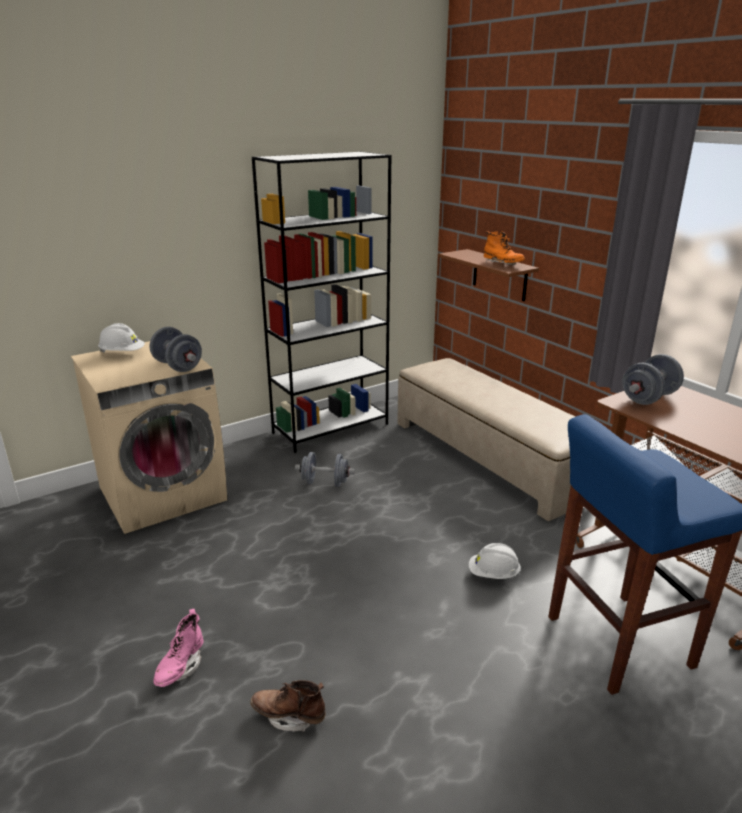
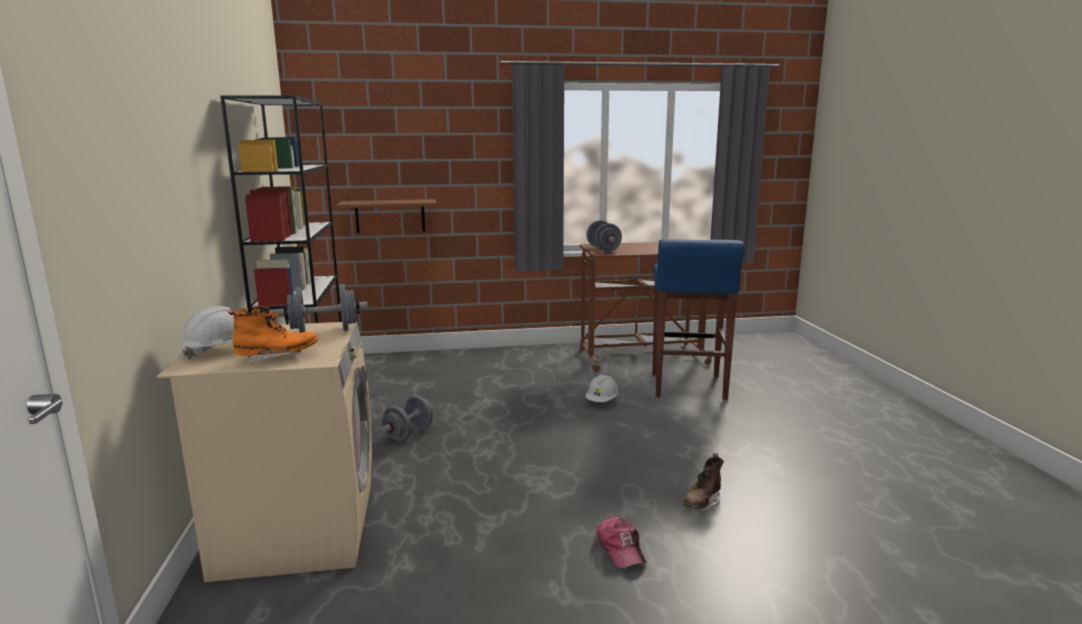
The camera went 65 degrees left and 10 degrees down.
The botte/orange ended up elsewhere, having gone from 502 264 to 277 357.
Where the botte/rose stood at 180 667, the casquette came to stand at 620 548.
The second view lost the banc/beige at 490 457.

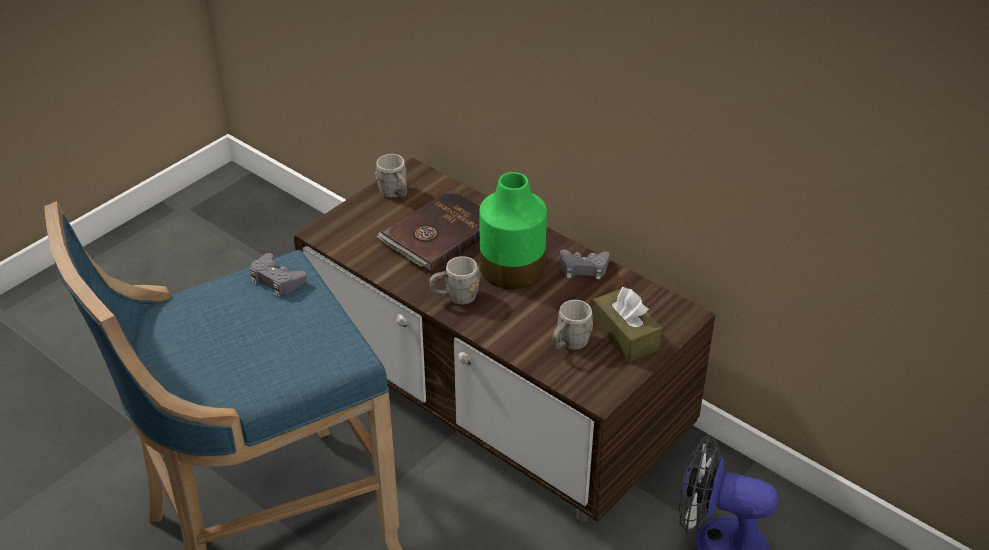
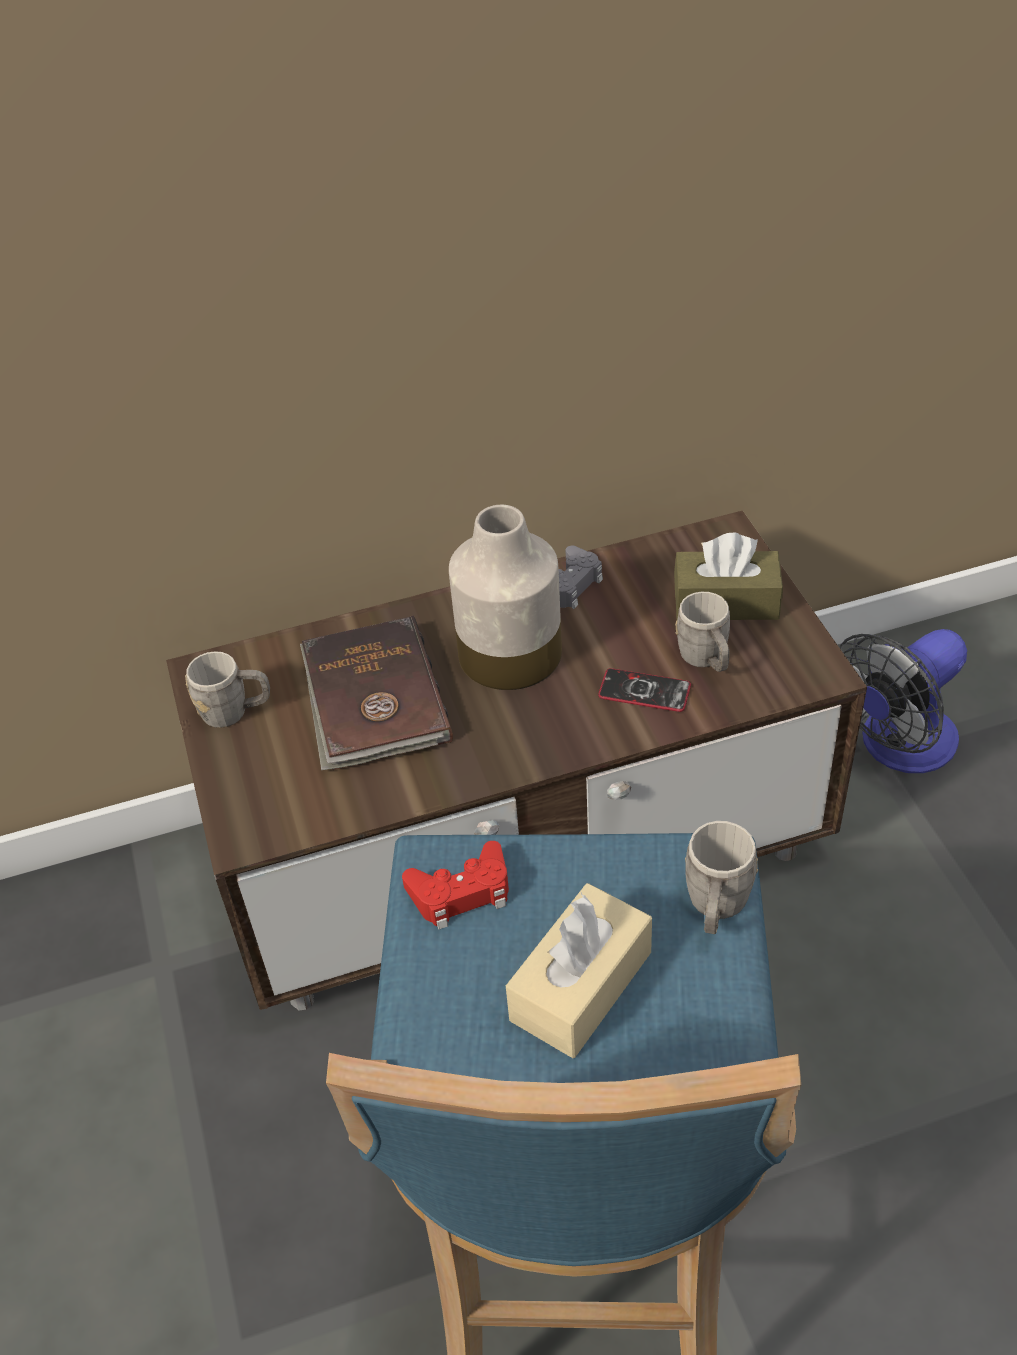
The camera went 55 degrees left and 5 degrees up.
What was the manette/gris at 276 280 turned into the manette/rouge at 461 892.
What was the vase/vert at 512 268 turned into the vase/beige at 511 652.
The second view gained the boîte à mouchoirs/beige at 581 986.
The second view gained the téléphone at 644 691.
The mug/gris ended up elsewhere, having gone from 455 297 to 716 908.

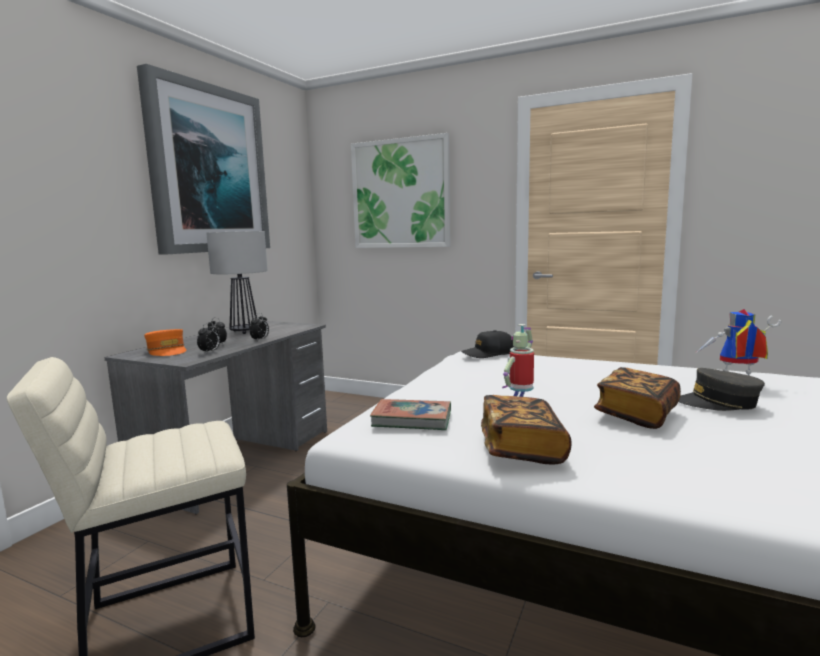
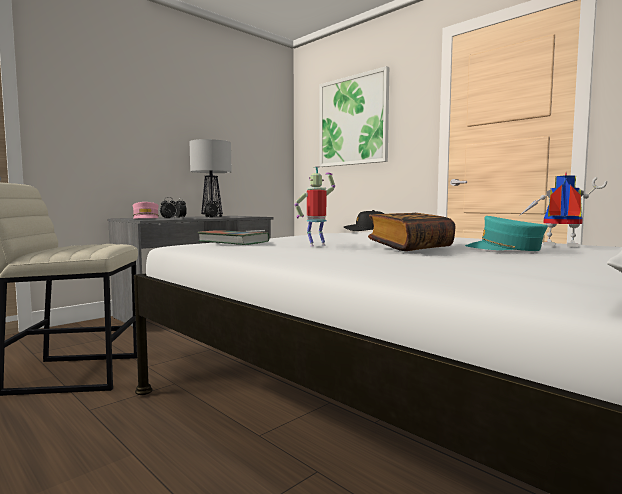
The camera went 20 degrees right and 5 degrees down.
What was the casquette/orange at 167 351 turned into the casquette/rose at 146 218.
What was the casquette/gris at 718 403 turned into the casquette/turquoise at 505 248.
The second view lost the tableau at 208 170.
The second view lost the livre at 521 448.

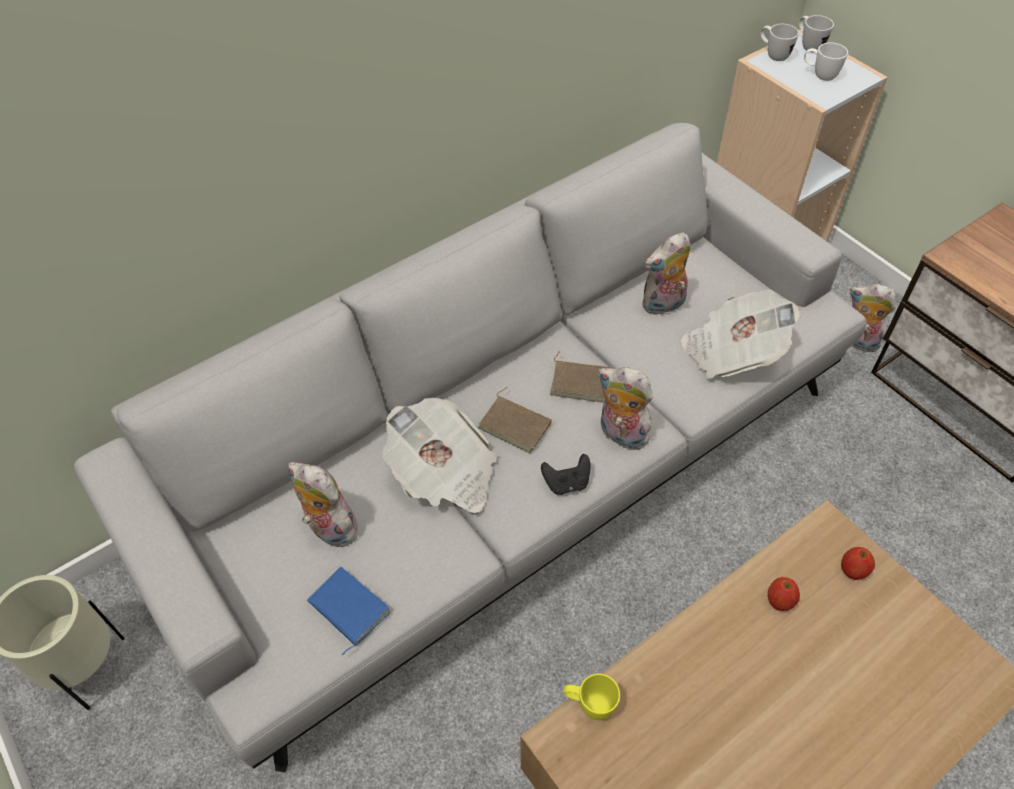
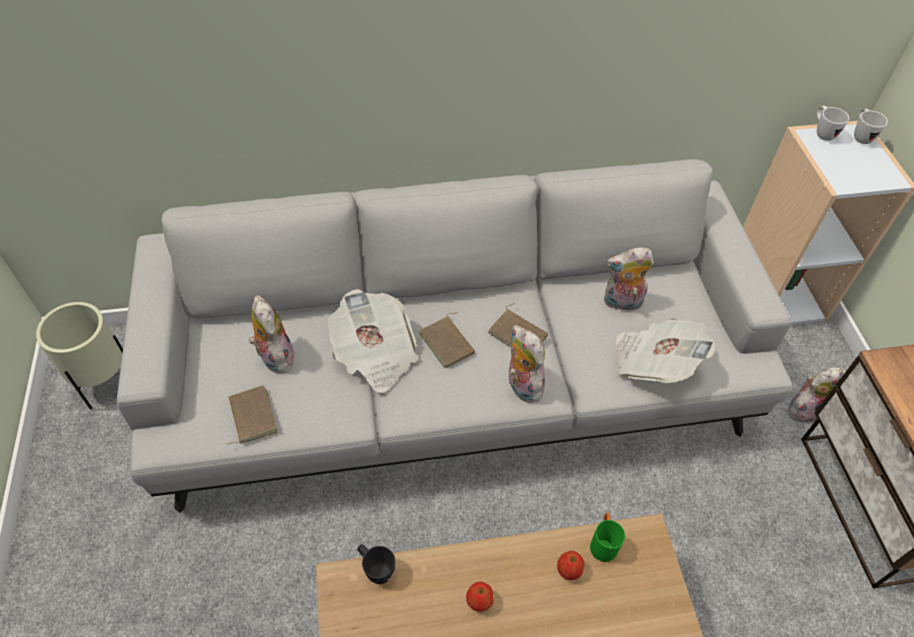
The camera went 25 degrees right and 0 degrees up.
What was the livre/bleu at 347 609 turned into the livre/marron at 251 416.
What was the mug/jaune at 589 705 turned into the mug/noir at 376 569.
The pomme ended up elsewhere, having gone from 852 571 to 479 601.
The second view gained the mug/vert at 603 542.
The peluche at 857 341 ended up facing another way, 105 degrees clockwise from before.
The second view lost the manette/noir at 566 483.
The second view lost the mug/blanc at 819 75.

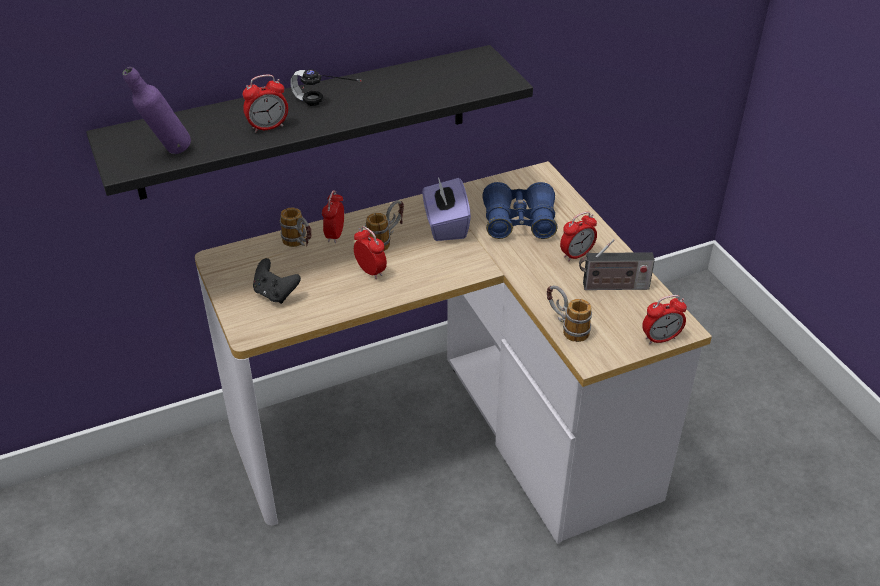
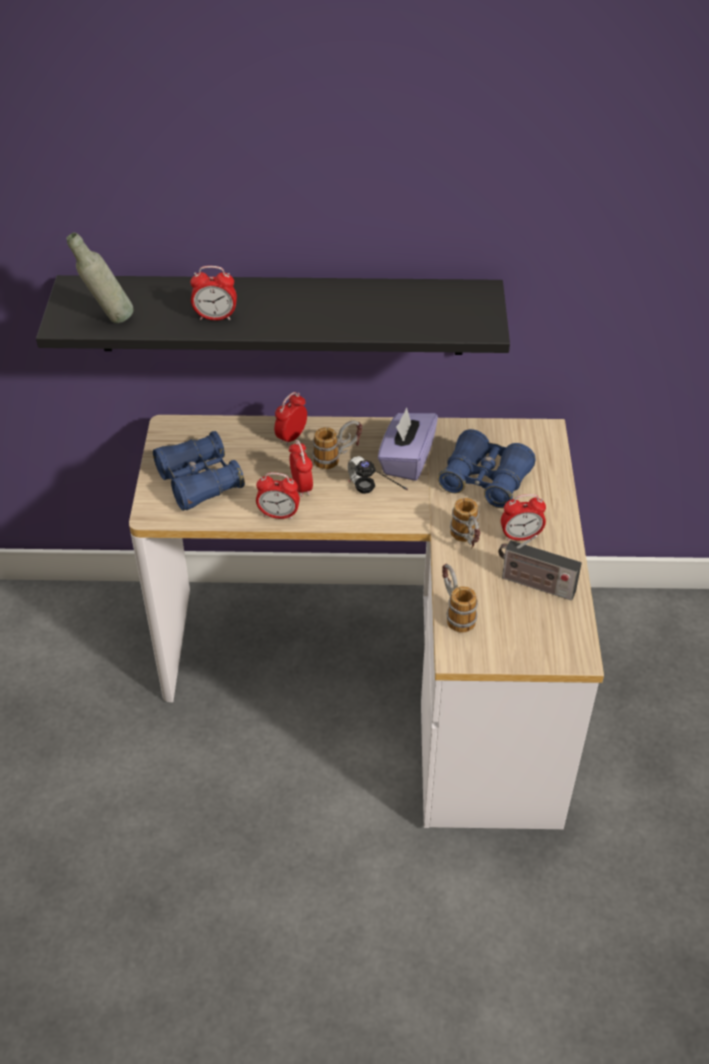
The camera went 25 degrees right and 5 degrees up.
What was the bouteille/violet at 167 153 turned into the bouteille/gris at 109 320.
Where the manette/noir stood at 275 294, the jumelles/bleu came to stand at 199 481.
The réveil ended up elsewhere, having gone from 660 338 to 278 515.
The casque audio ended up elsewhere, having gone from 320 109 to 367 499.
The mug ended up elsewhere, having gone from 300 245 to 467 541.

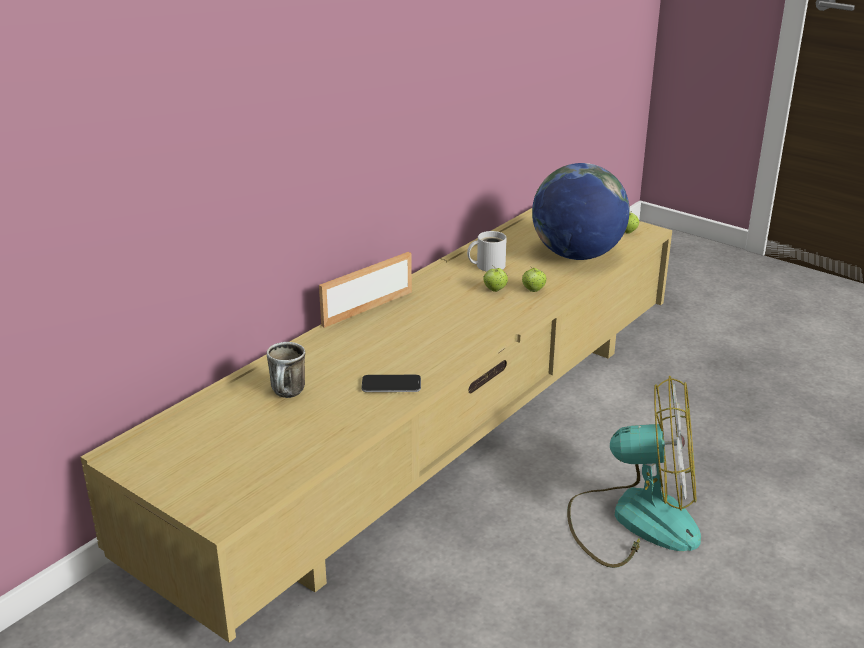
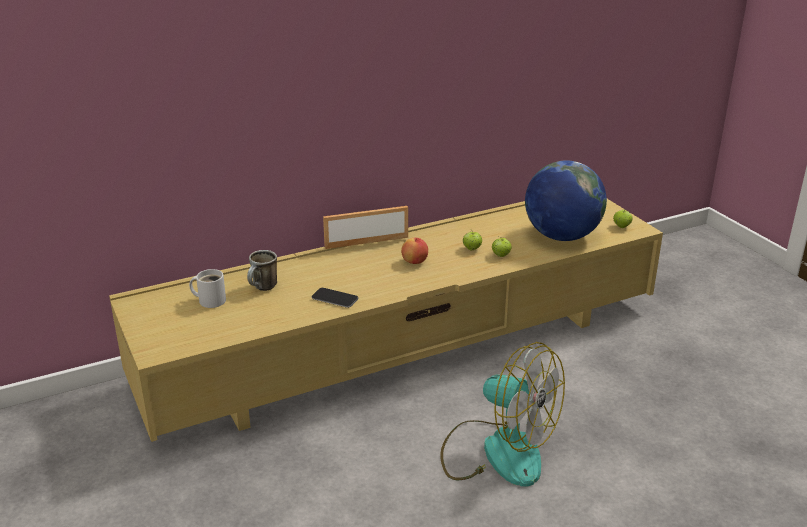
The camera went 25 degrees right and 0 degrees up.
The mug/blanc ended up elsewhere, having gone from 487 265 to 210 300.
The second view gained the pomme at 415 262.

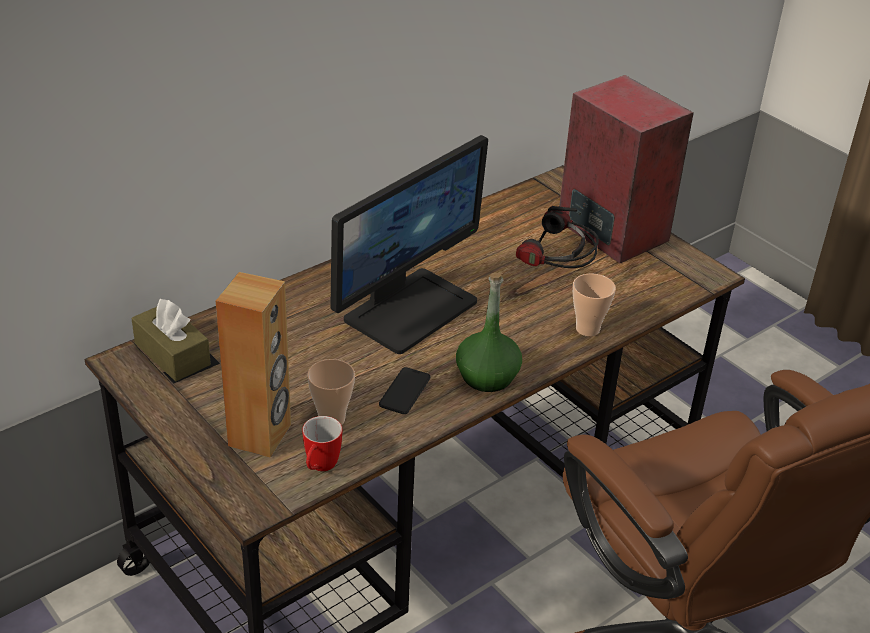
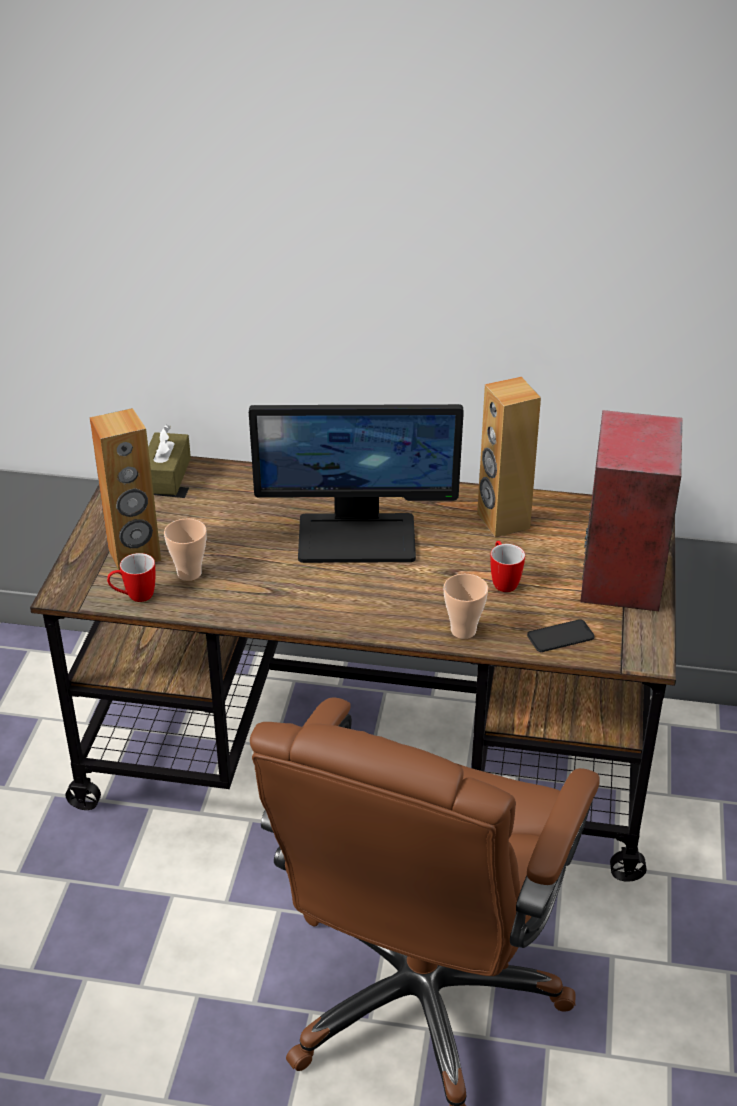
The camera went 50 degrees right and 0 degrees up.
The second view gained the enceinte/marron at 502 521.
Where the casque audio stood at 554 279, the mug came to stand at 503 581.
The téléphone ended up elsewhere, having gone from 404 391 to 560 636.
The second view lost the bouteille/vert at 487 376.

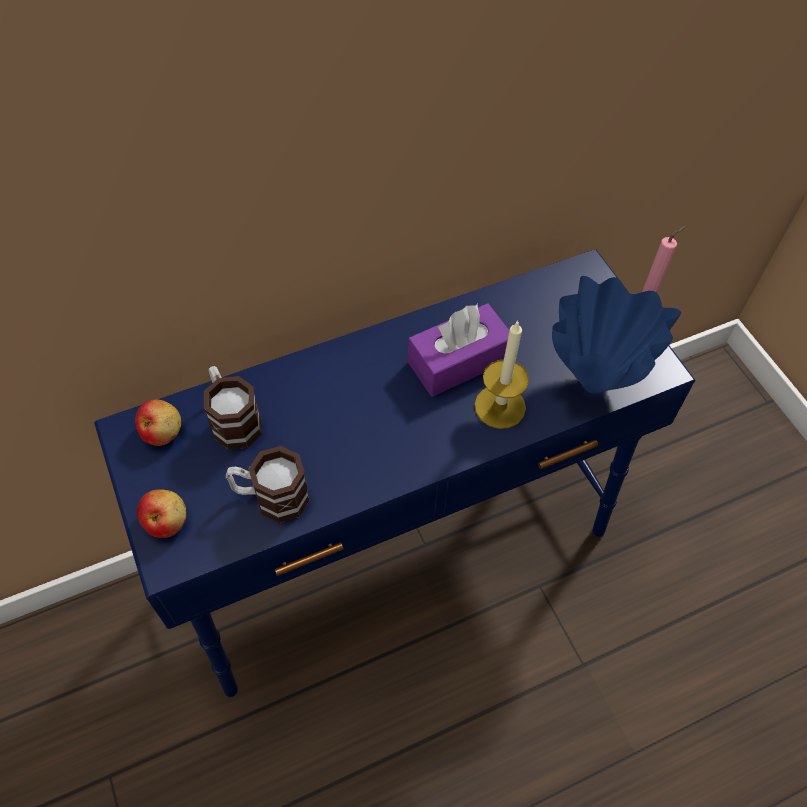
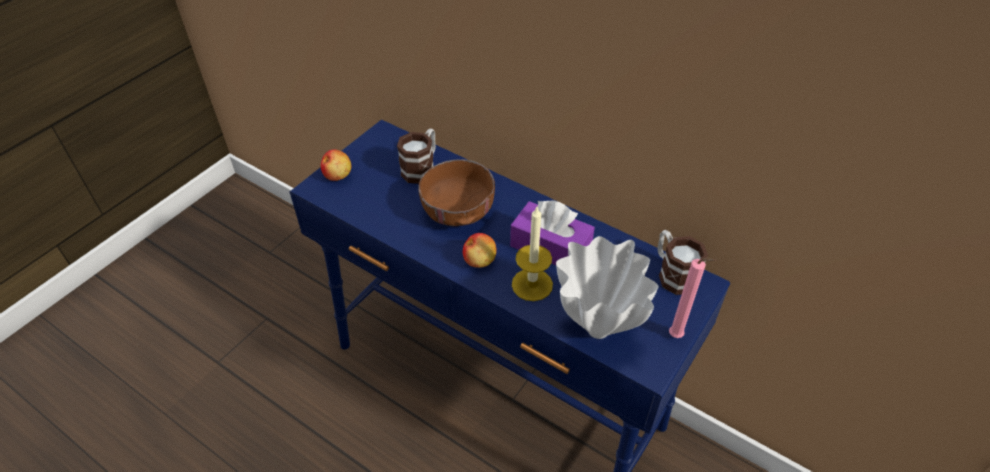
The camera went 60 degrees right and 10 degrees down.
The second view gained the bol/marron at 458 209.
The pomme ended up elsewhere, having gone from 162 431 to 480 260.
What was the vase/bleu at 591 383 turned into the vase/blanc at 596 328.
The mug ended up elsewhere, having gone from 271 497 to 673 273.

